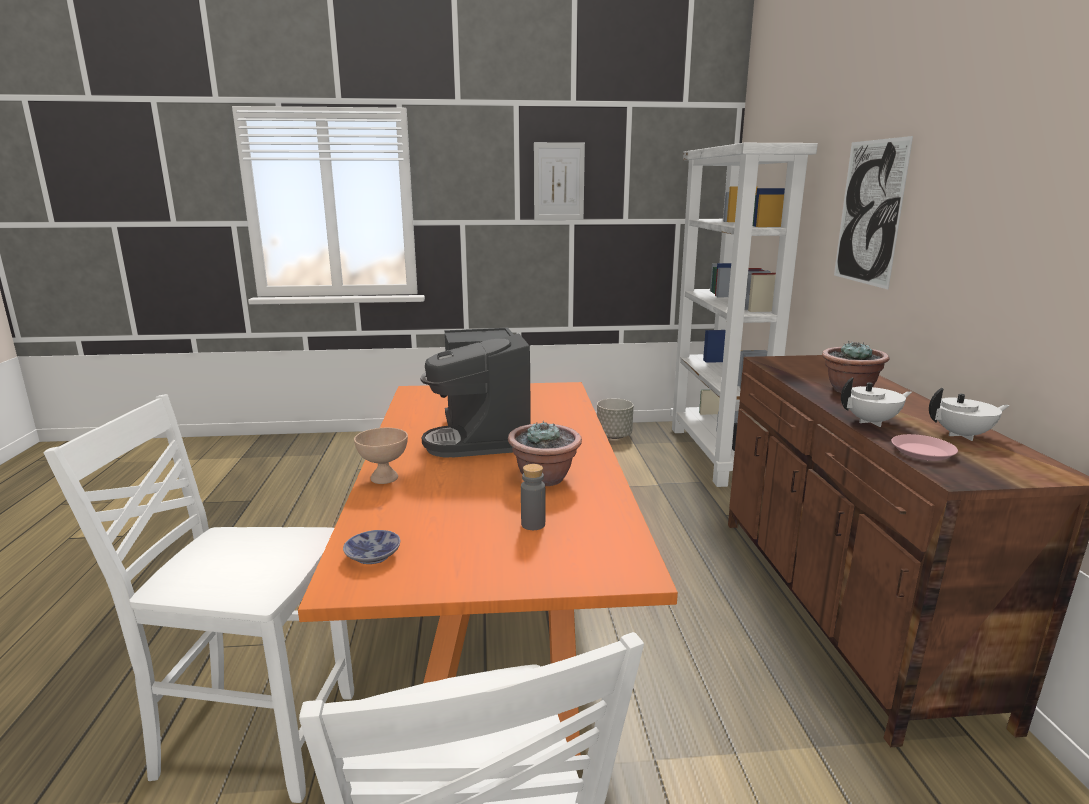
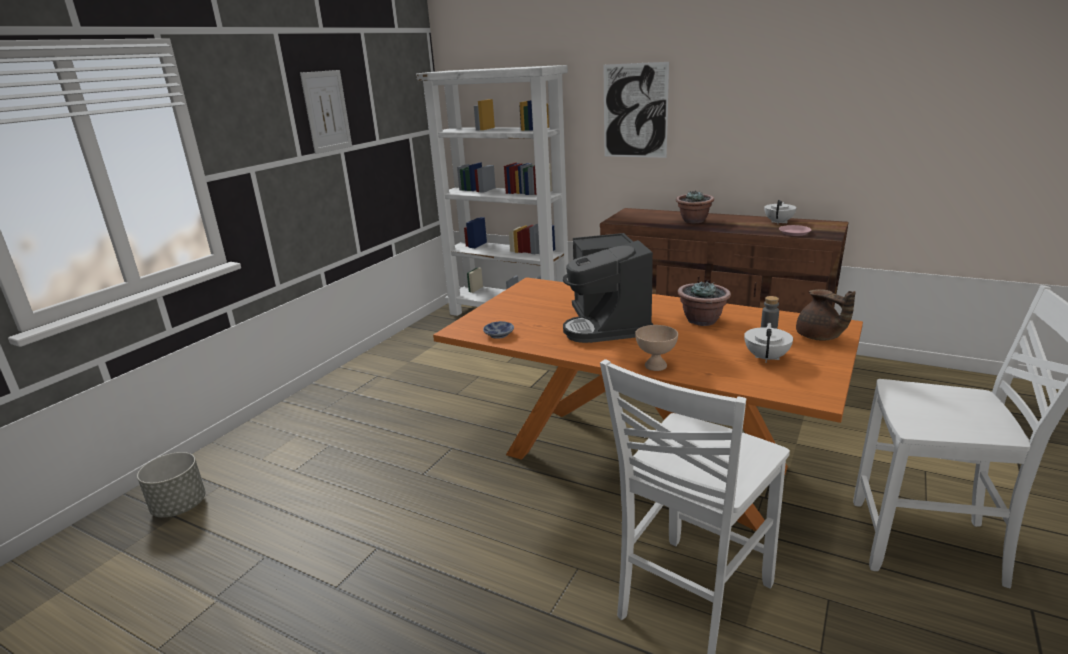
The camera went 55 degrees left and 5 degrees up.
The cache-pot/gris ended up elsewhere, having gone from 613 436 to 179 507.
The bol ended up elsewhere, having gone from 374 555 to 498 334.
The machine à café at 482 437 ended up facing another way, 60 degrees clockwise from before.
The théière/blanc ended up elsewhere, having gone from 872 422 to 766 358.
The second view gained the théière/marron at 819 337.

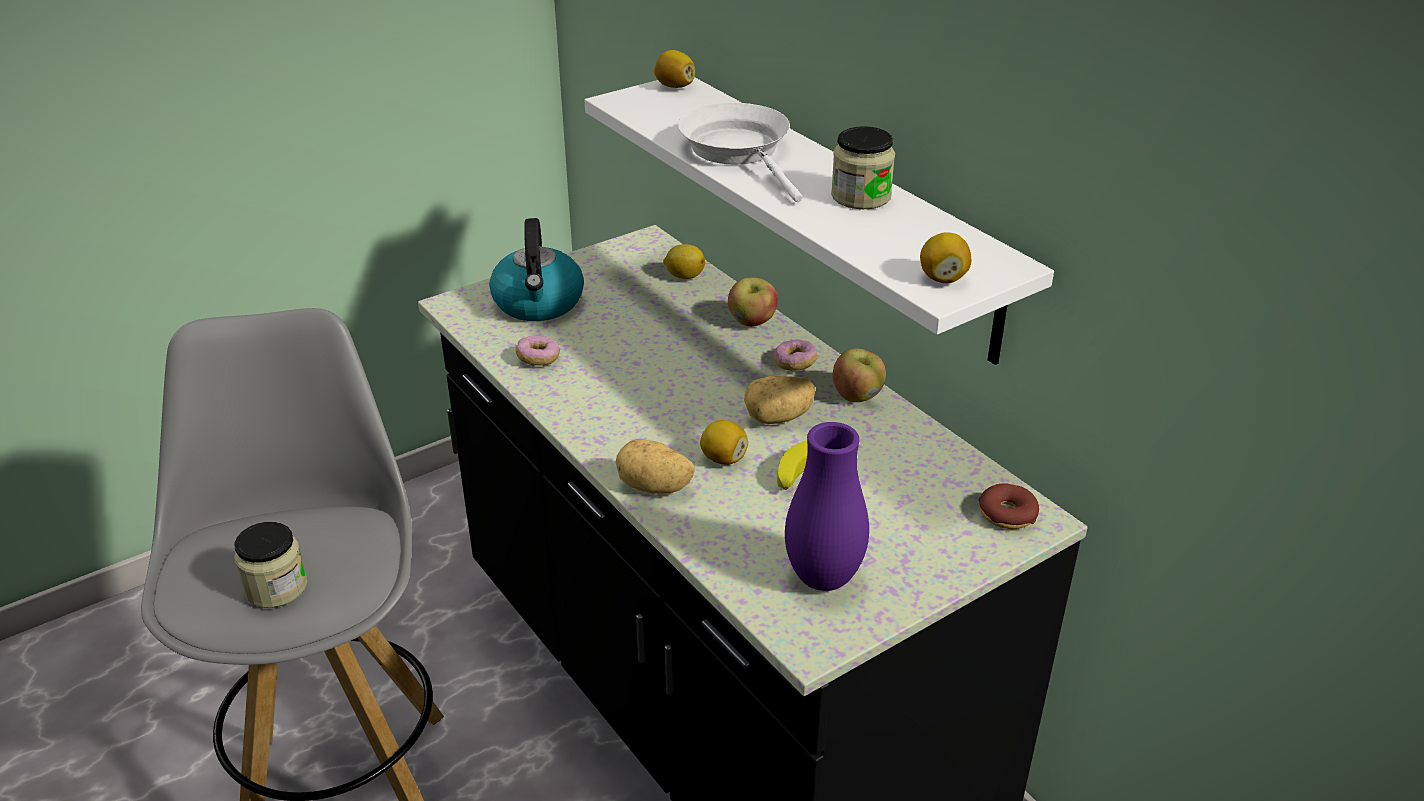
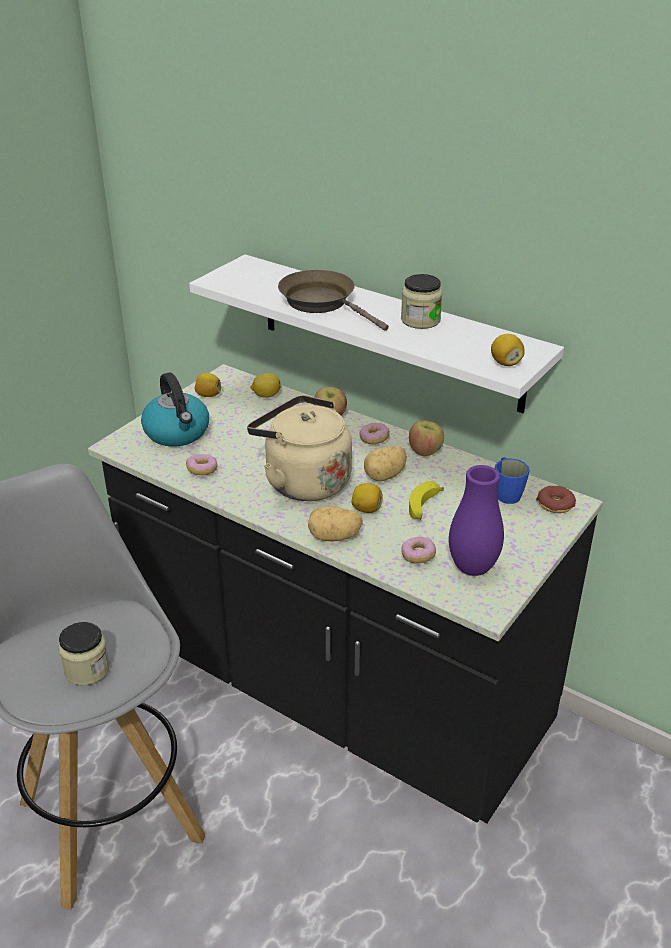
The camera went 20 degrees left and 0 degrees up.
The citron ended up elsewhere, having gone from 675 86 to 208 395.
The second view gained the bouilloire/beige at 303 481.
What was the poêle/blanc at 739 151 turned into the poêle/marron at 322 303.
The second view gained the beignet at 418 556.
The second view gained the mug/bleu at 506 492.

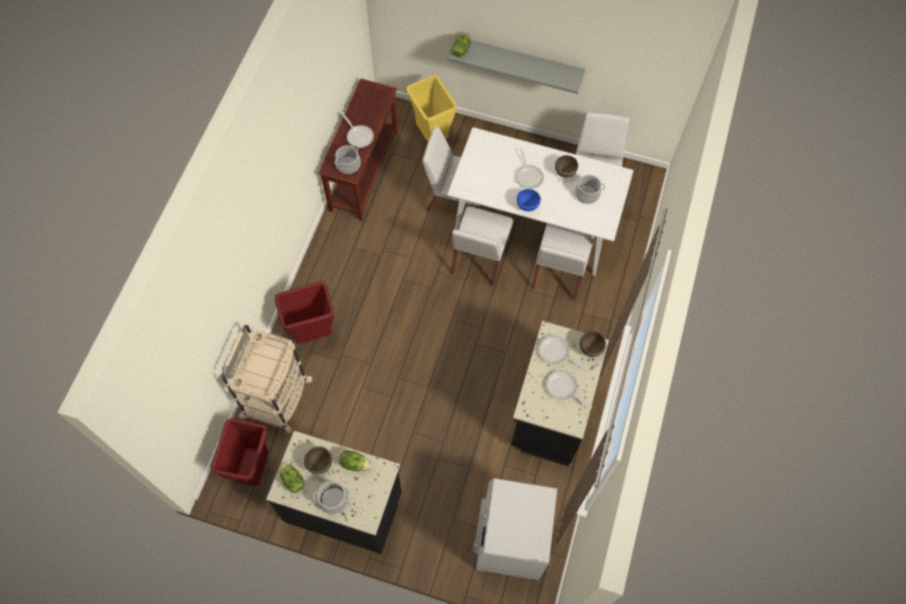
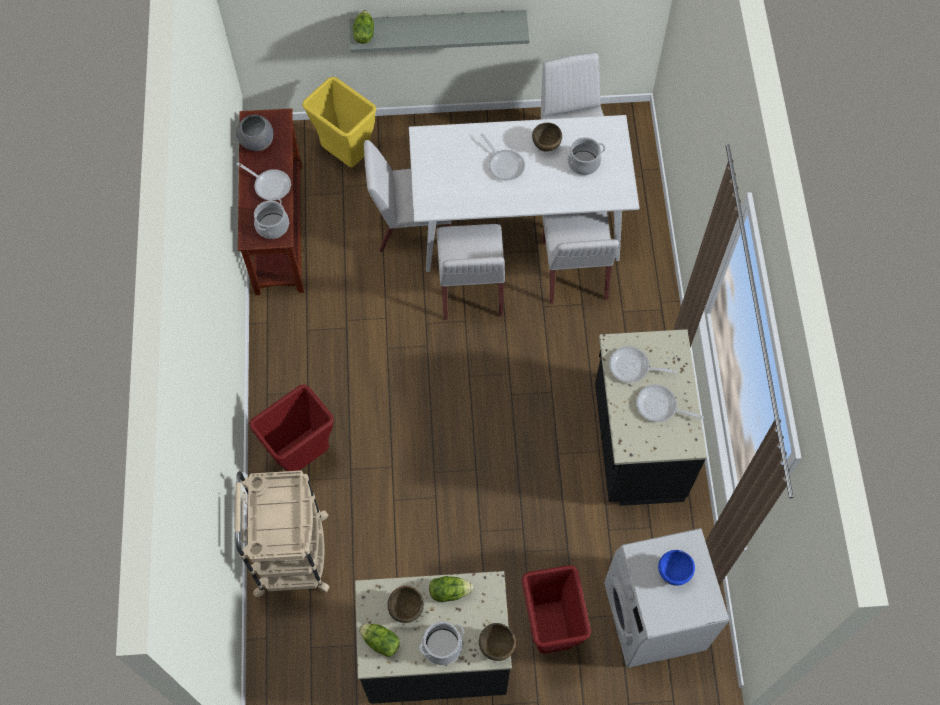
The camera went 20 degrees left and 0 degrees up.
The second view gained the bol/gris at 256 141.
The bol/marron ended up elsewhere, having gone from 591 349 to 497 646.
The poubelle/rouge ended up elsewhere, having gone from 253 468 to 548 629.
The bol/bleu ended up elsewhere, having gone from 527 206 to 674 572.

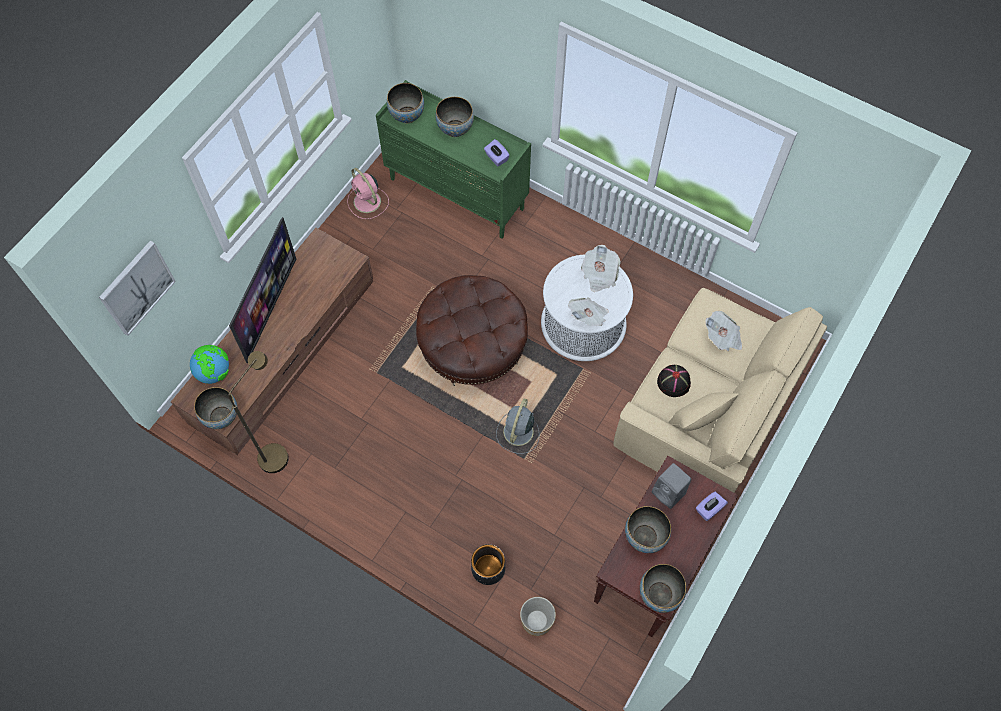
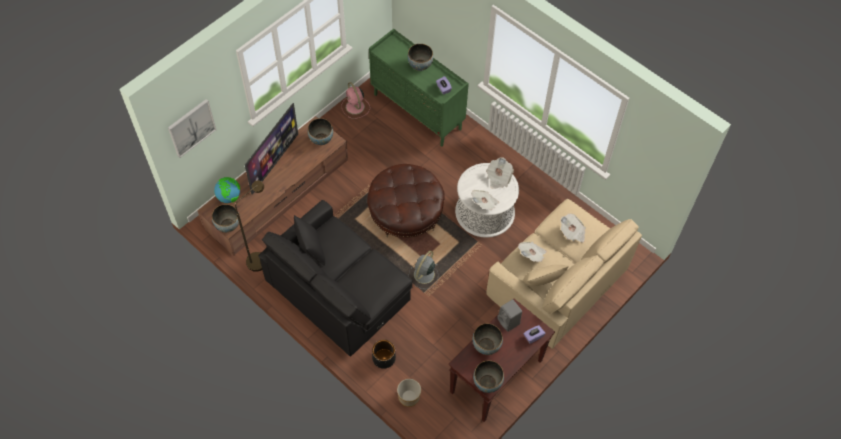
The camera went 10 degrees right and 5 degrees down.
The second view gained the canapé/noir at 338 292.
The bol ended up elsewhere, having gone from 407 115 to 321 139.
Where the chapeau/noir stood at 673 381, the journal came to stand at 532 255.

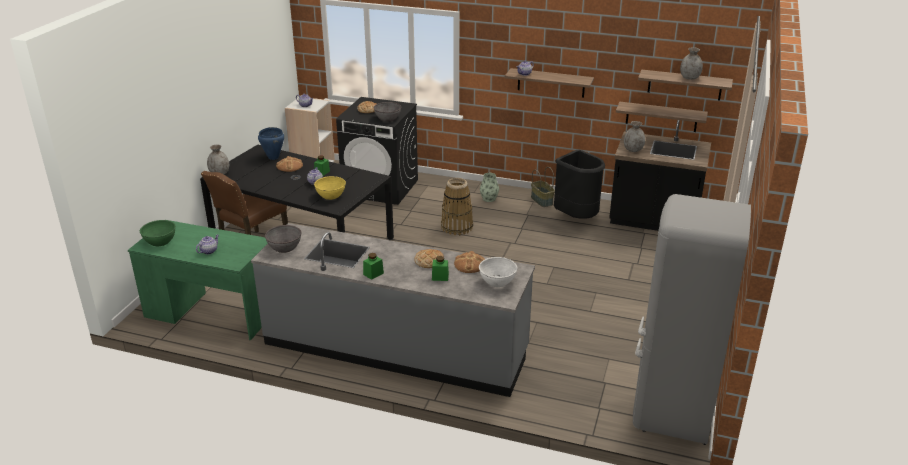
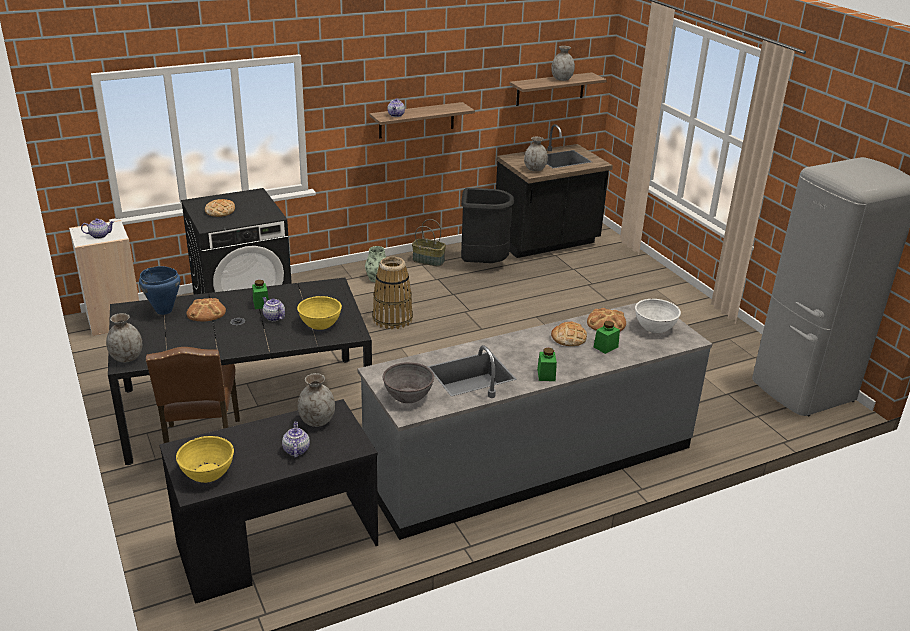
The camera went 45 degrees left and 0 degrees up.
What was the bureau/vert at 211 312 turned into the bureau/noir at 277 545.
What was the bol/vert at 160 241 turned into the bol/jaune at 208 473.
The second view gained the vase/gris at 317 421.
The second view lost the bol/gris at 387 118.
The second view lost the étagère at 661 117.

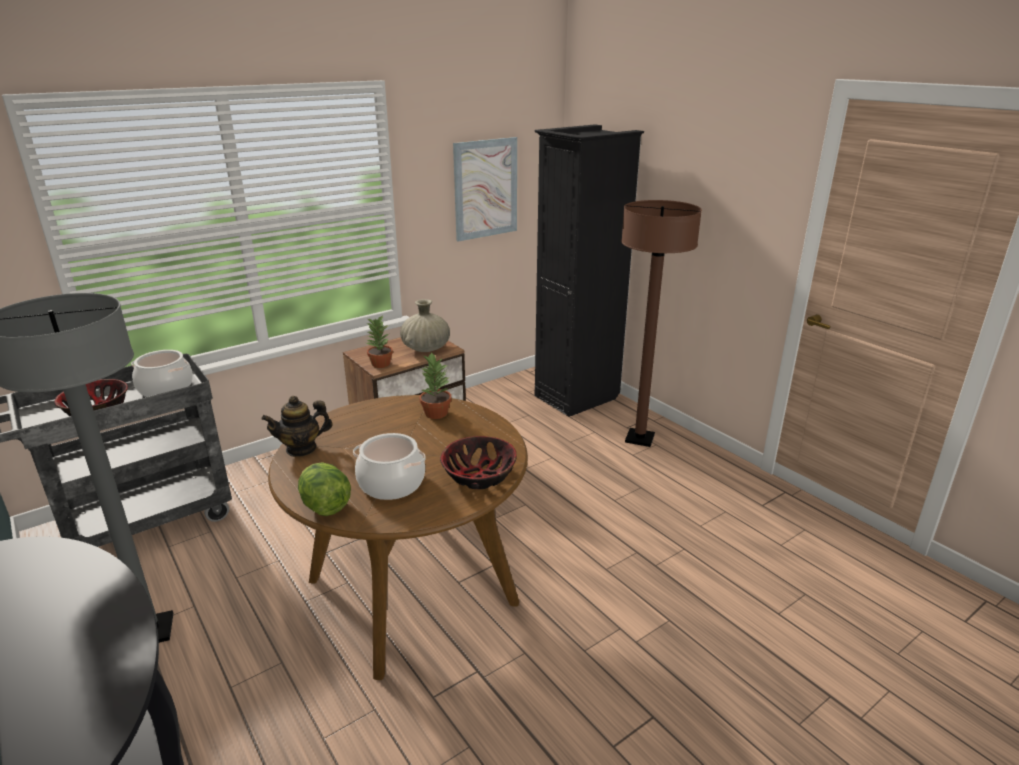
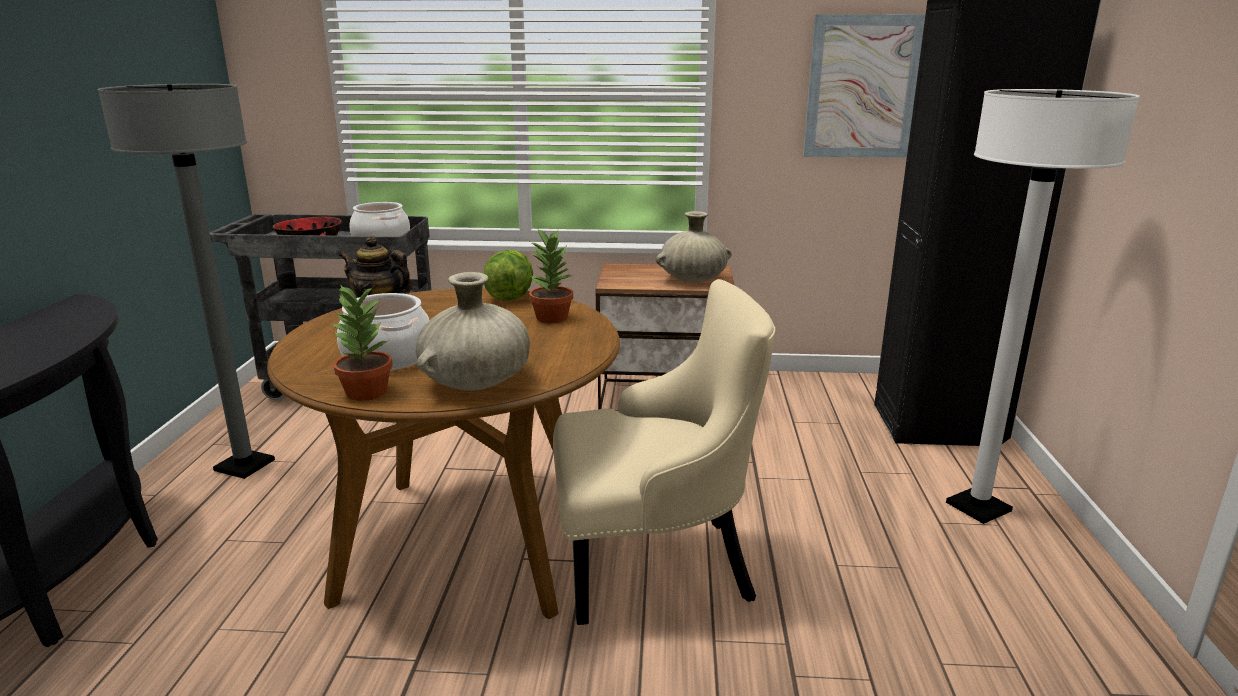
The camera went 40 degrees right and 5 degrees down.
The plante en pot ended up elsewhere, having gone from 380 364 to 365 392.
Where the bol stood at 479 476, the vase/beige came to stand at 477 383.
The laitue ended up elsewhere, having gone from 325 506 to 509 297.
The second view gained the chaise/beige at 651 568.
What was the lampadaire/marron at 639 439 turned into the lampadaire/blanc at 978 507.

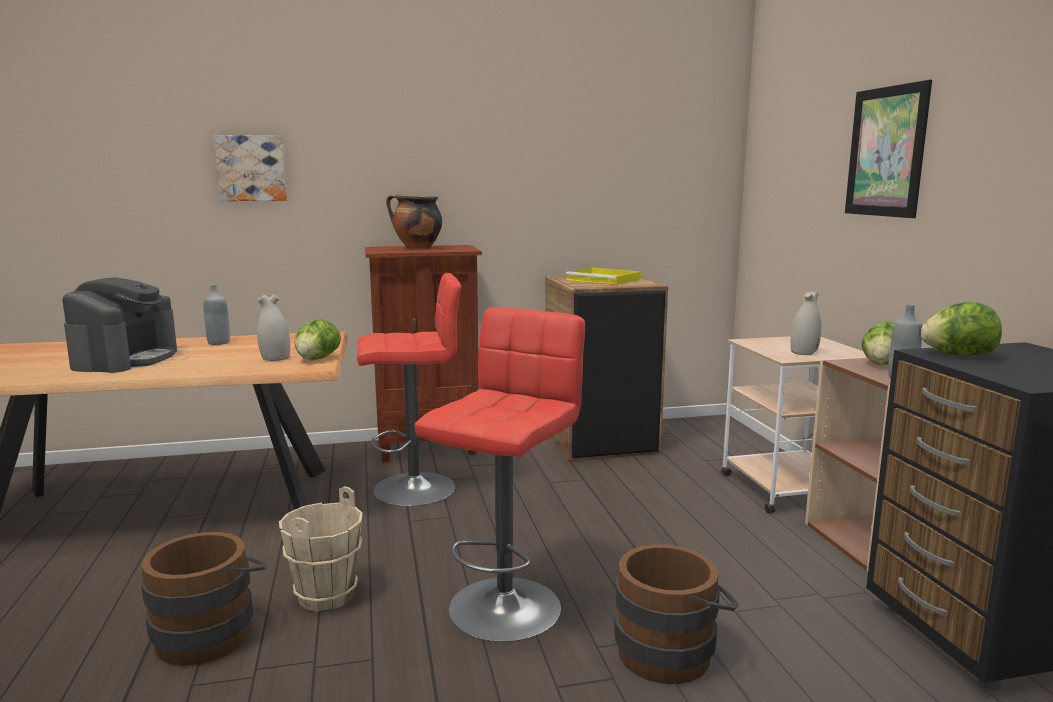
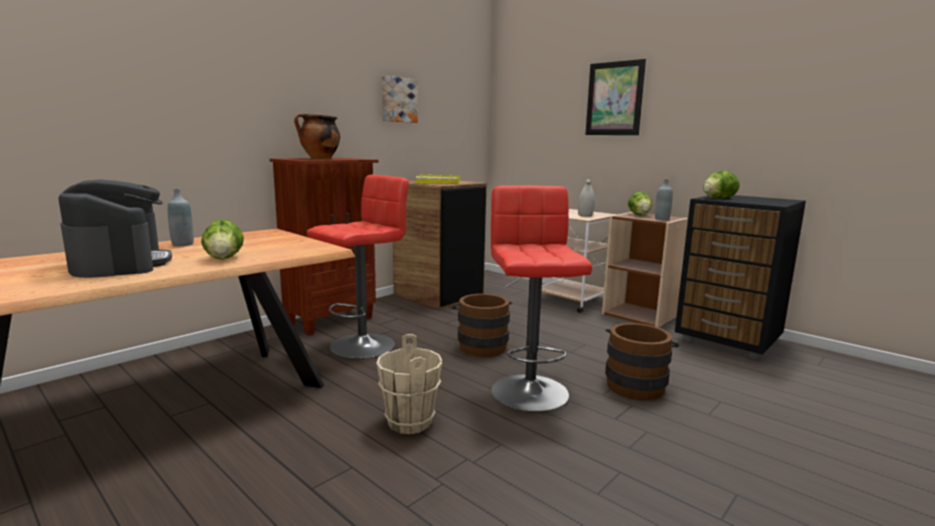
The camera went 35 degrees left and 0 degrees up.
The laitue ended up elsewhere, having gone from 317 359 to 224 258.
The tableau ended up elsewhere, having gone from 251 168 to 398 100.
The seau/marron ended up elsewhere, having gone from 211 632 to 481 345.
The second view lost the vase/blanc at 275 358.

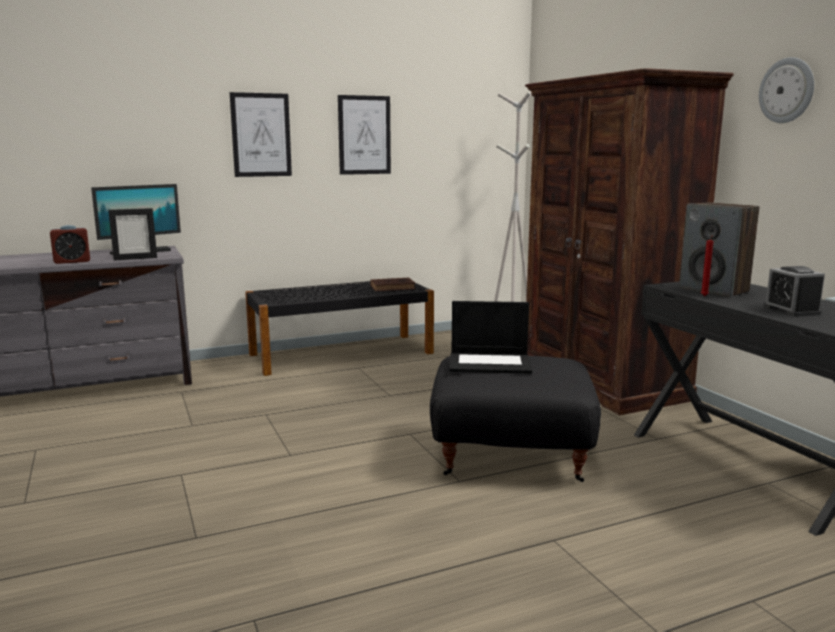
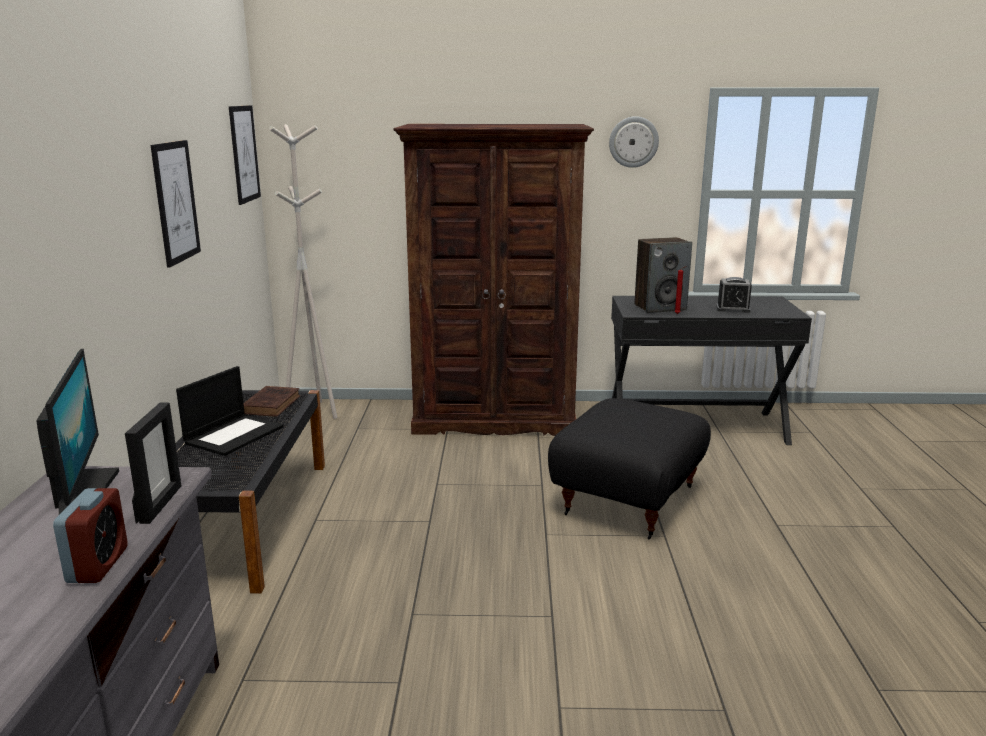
The camera went 65 degrees left and 5 degrees up.
The ordinateur portable ended up elsewhere, having gone from 490 363 to 234 434.
The tableau ended up elsewhere, having gone from 261 135 to 244 154.

